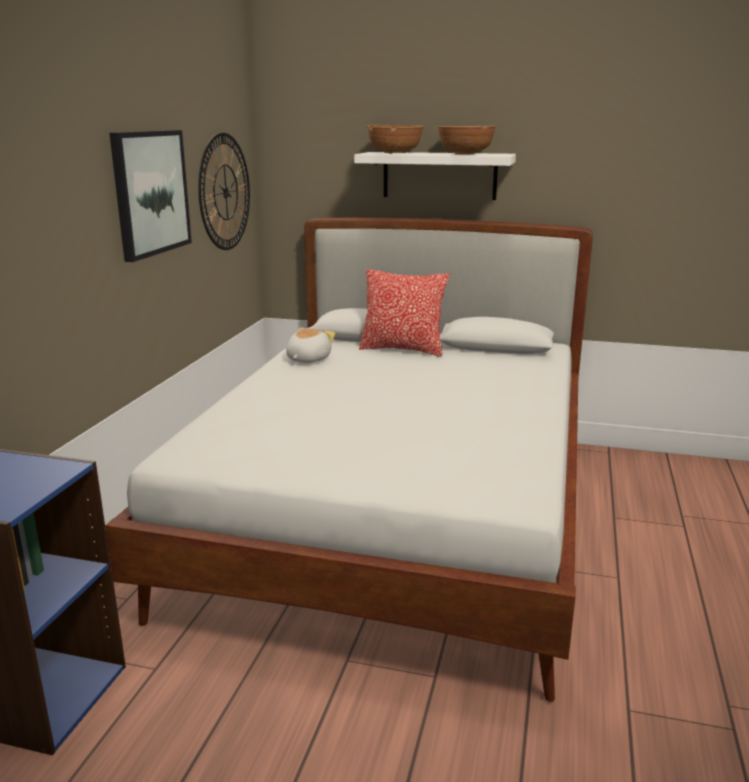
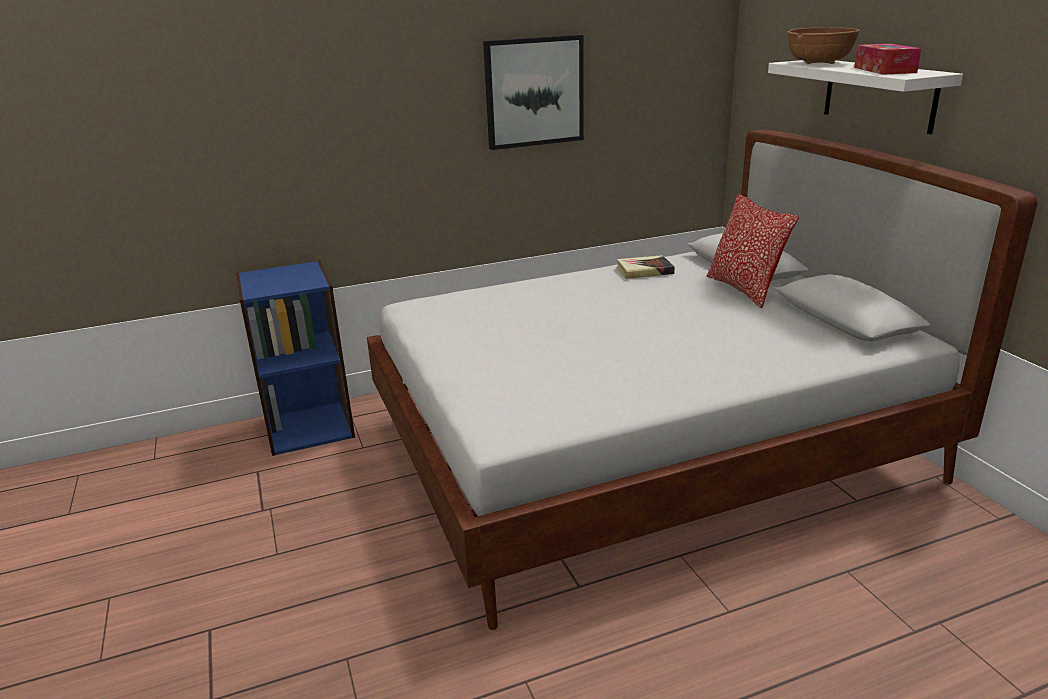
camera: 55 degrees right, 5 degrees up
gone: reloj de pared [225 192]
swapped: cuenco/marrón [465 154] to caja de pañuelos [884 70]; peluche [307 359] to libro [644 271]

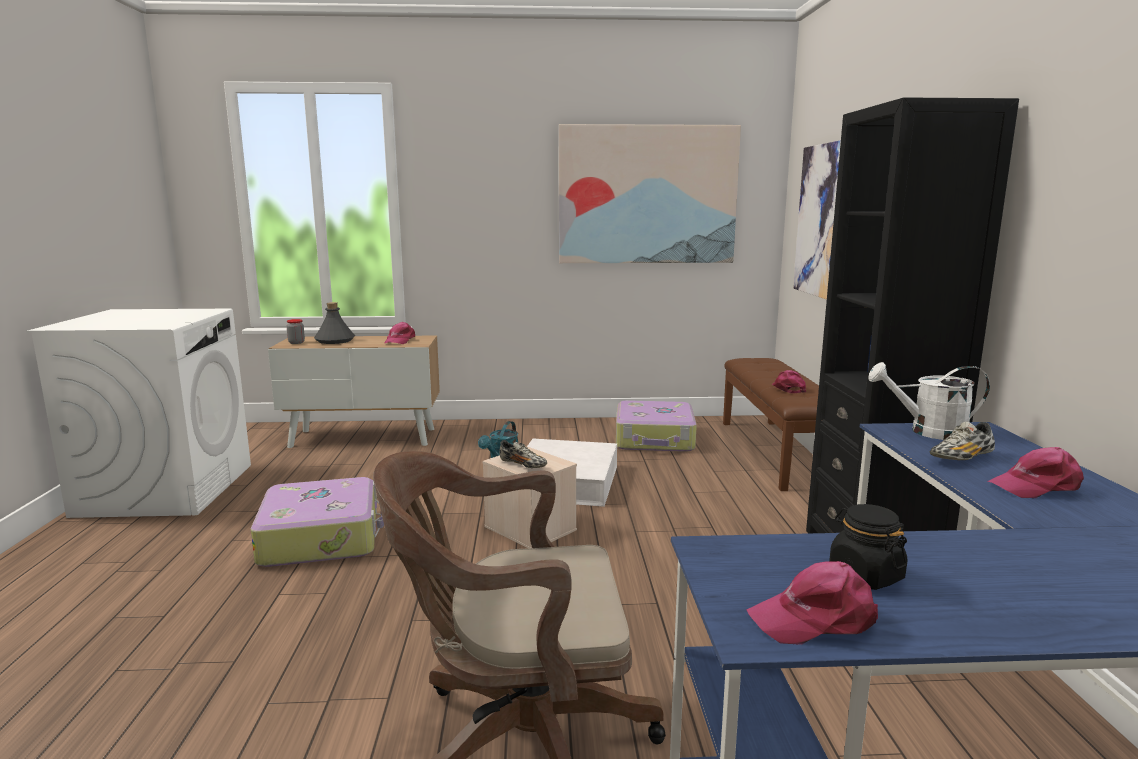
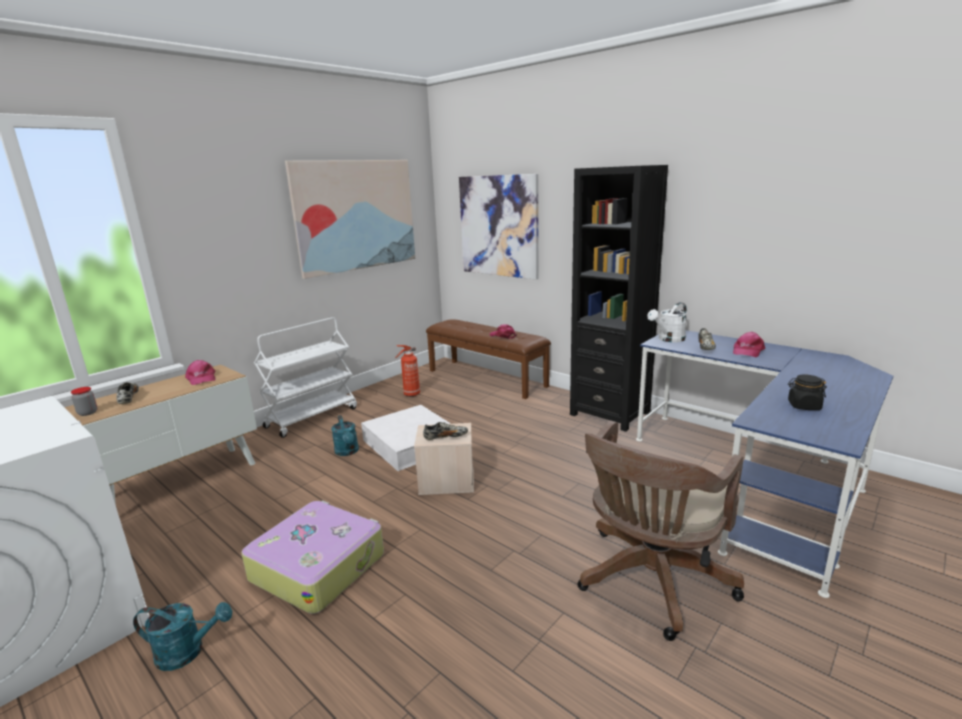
camera: 45 degrees left, 5 degrees up
gone: gorra/rosa [816 618]
new: carrito/blanco [312 417]; regadera/turquesa [188 652]
swapped: botella/gris [334 341] to zapato [129 398]; maleta [655 439] to extintor [411 395]

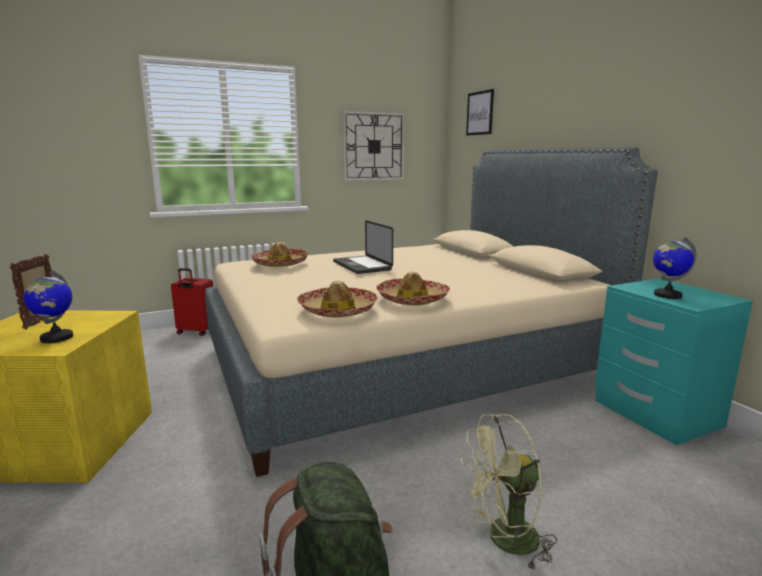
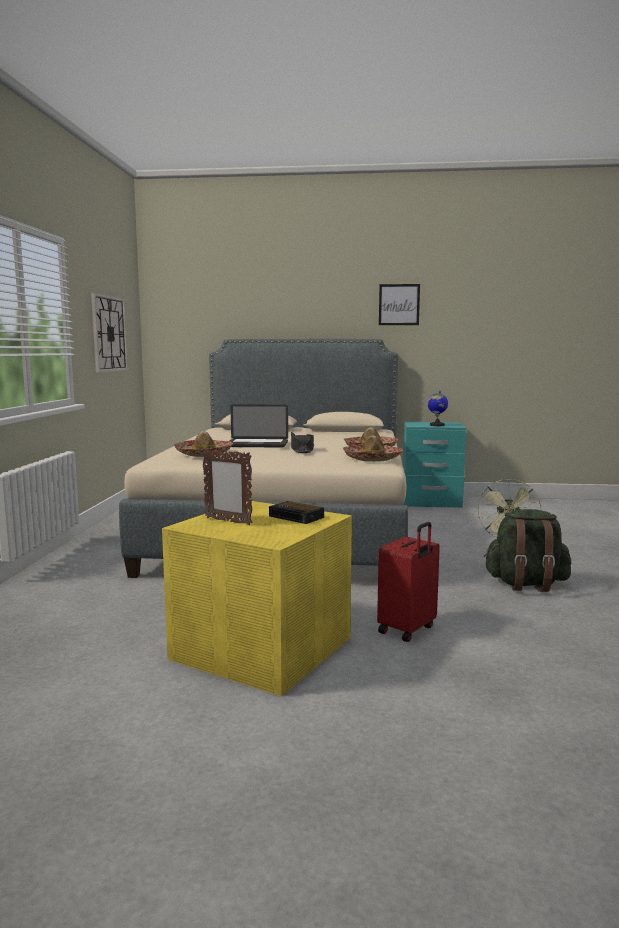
camera: 60 degrees left, 5 degrees down
new: sombrero/negro [302 450]
shifted: cuadro [480 113] to [399 304]; maleta/rojo [196 332] to [408 630]
swapped: globo terráqueo [56 338] to despertador [297 517]

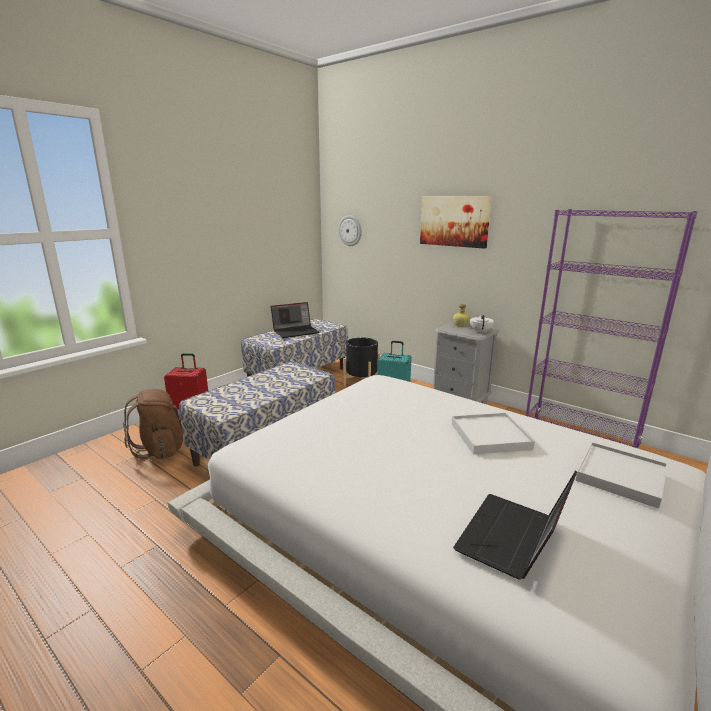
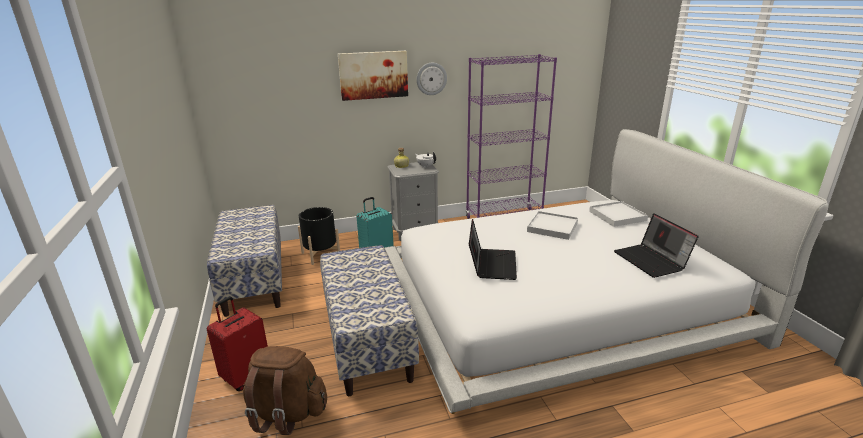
camera: 55 degrees left, 5 degrees up
shifted: reloj de pared [350 230] to [431 78]; portátil [296 331] to [491 264]

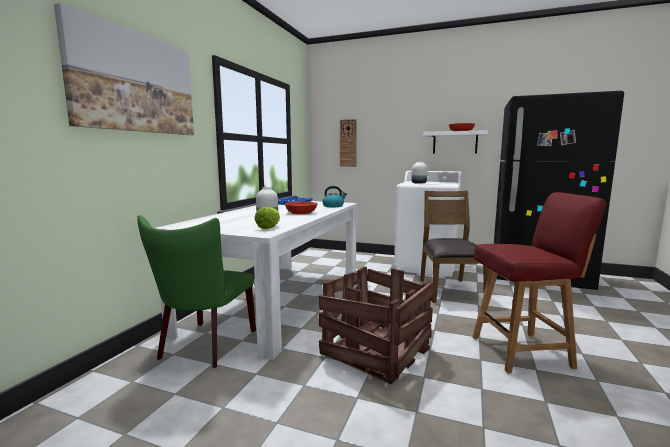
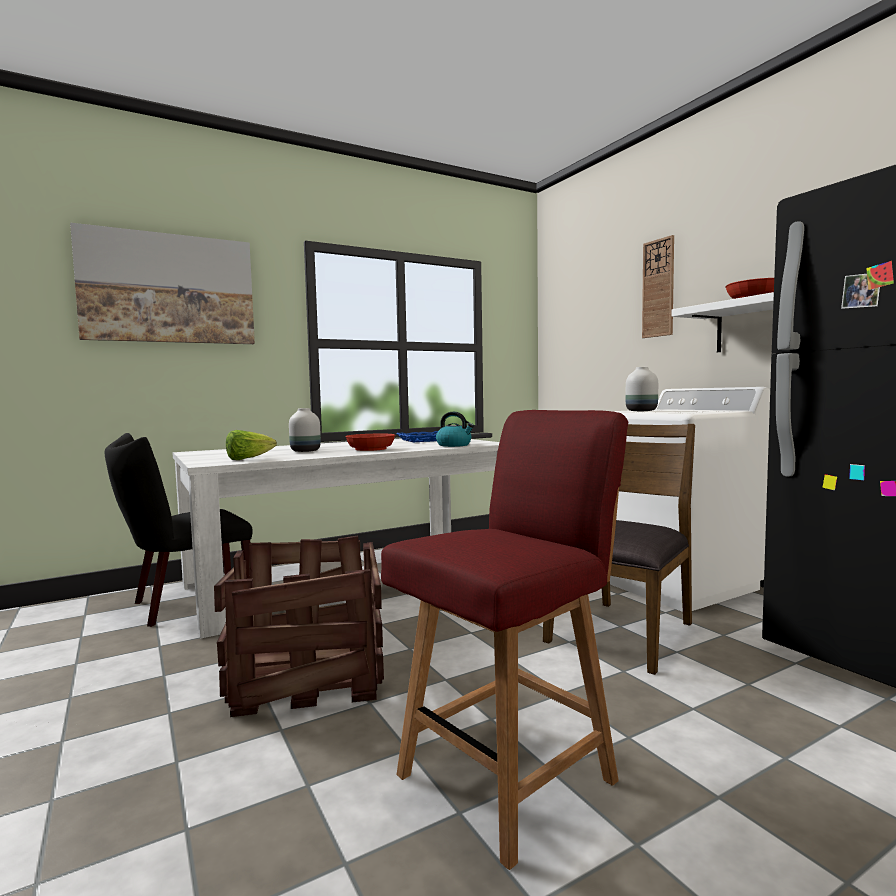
camera: 40 degrees right, 5 degrees down
shifted: reloj de pared [348 143] to [658 288]
repainted: silla/verde [205 346] to silla/negro [185 604]
rotated: silla/rojo [523 351] = [510 775] 75 degrees counterclockwise

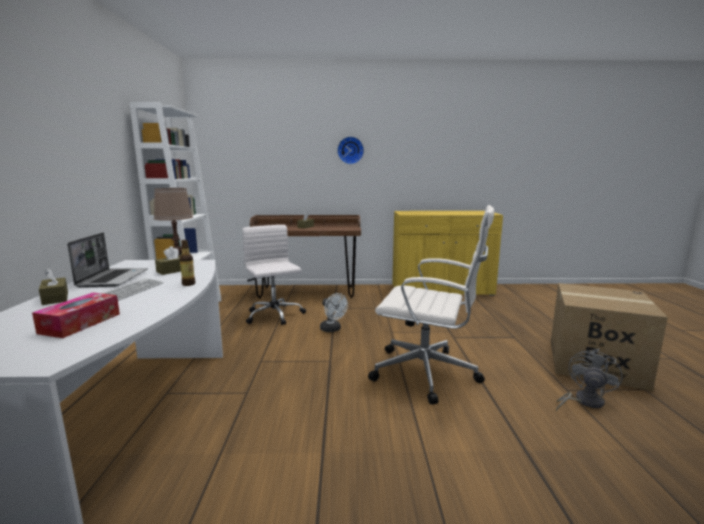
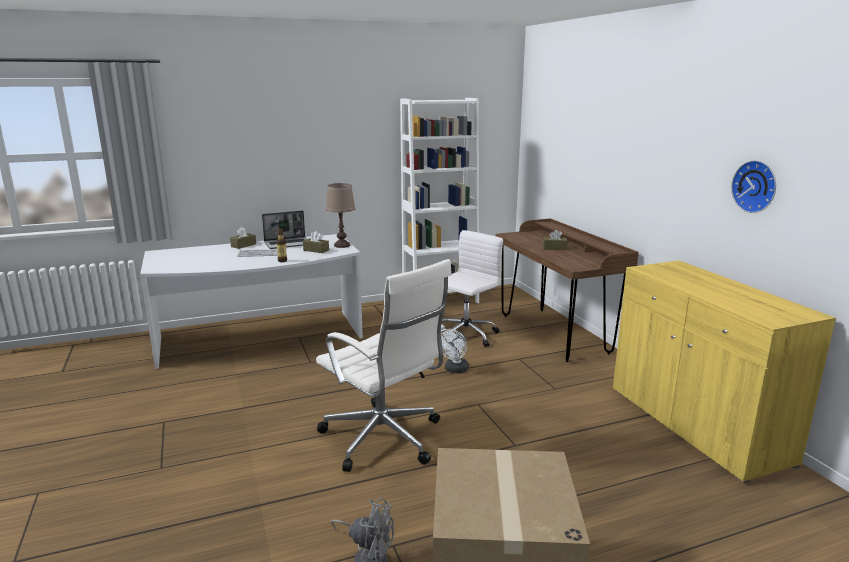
camera: 70 degrees right, 5 degrees up
gone: caja de pañuelos [80 323]
shifted: reloj de pared [350 150] to [756 186]
rotated: silla de oficina/blanco [428 373] = [384 439] 45 degrees counterclockwise

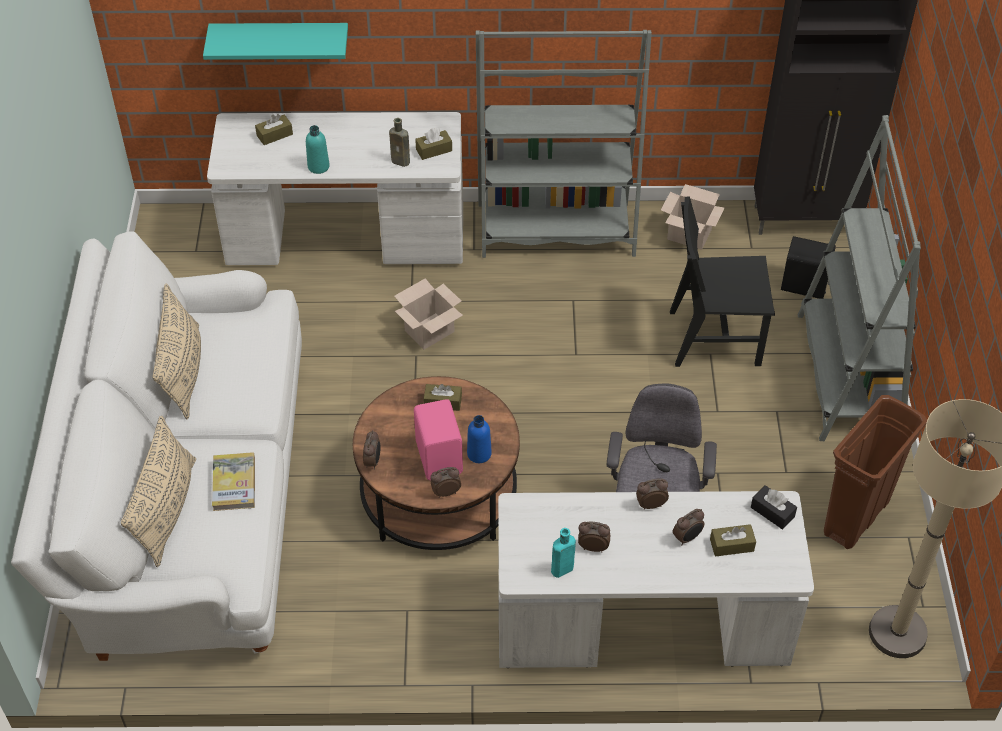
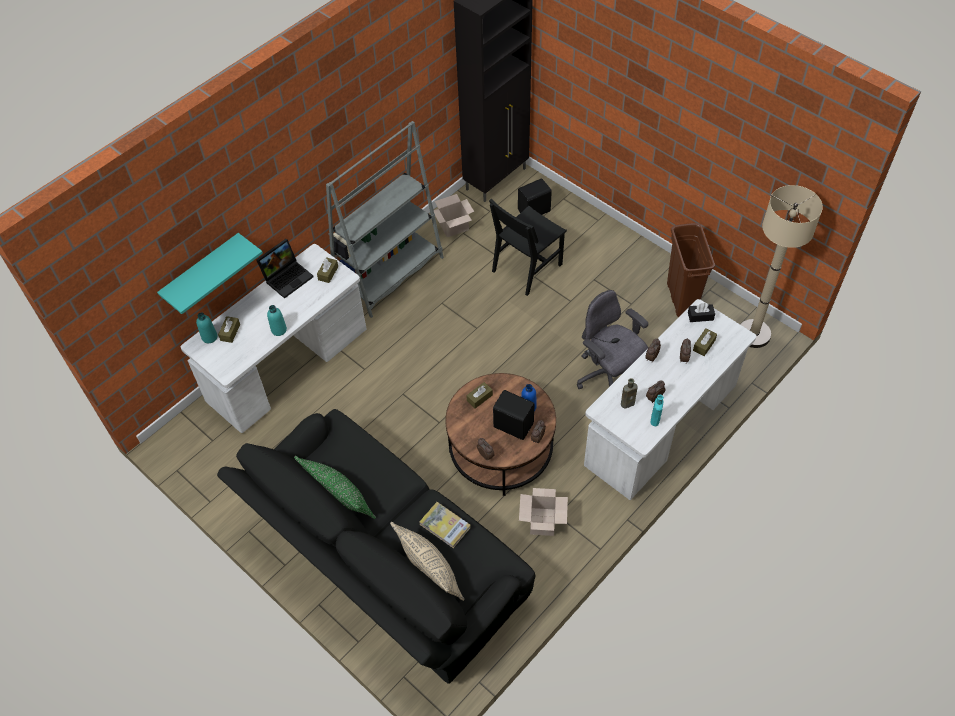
camera: 45 degrees left, 5 degrees up
gone: estantería/gris [849 375]
new: portátil [288 277]; botella/turquesa [209 337]
shifted: botella/marrón [402 161] to [628 403]; caja de cartón [429 332] to [543 522]
repainted: sofá/blanco [190 498] to sofá/negro [385 564]; cojín/beis [183 371] to cojín/verde [339 497]; altavoz/rosa [440 457] to altavoz/negro [513 424]

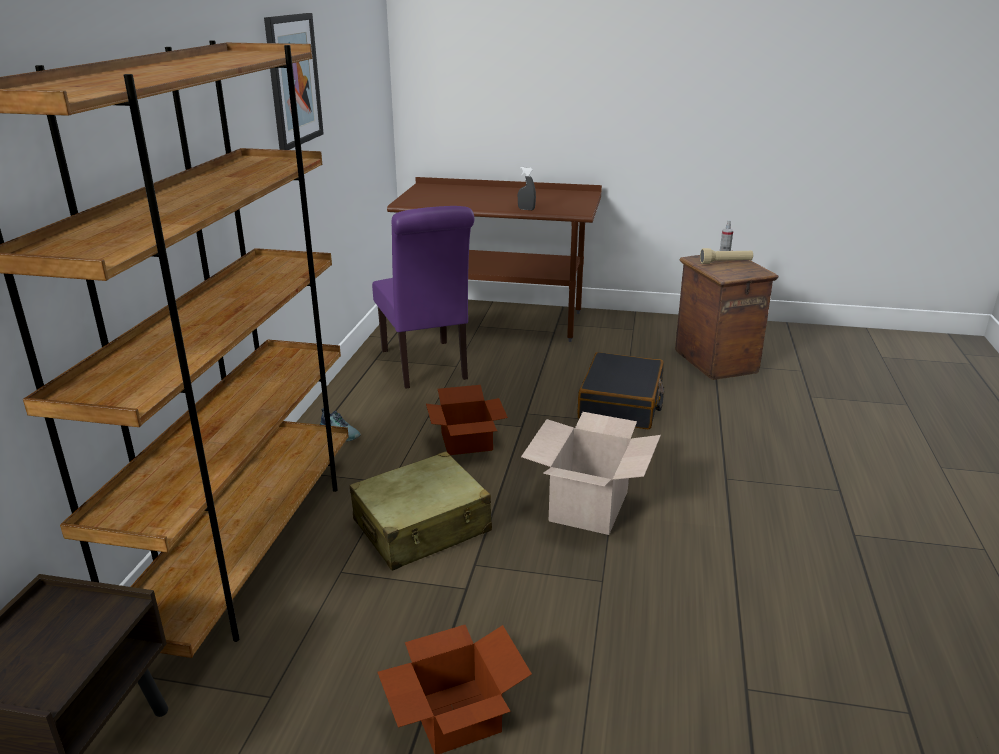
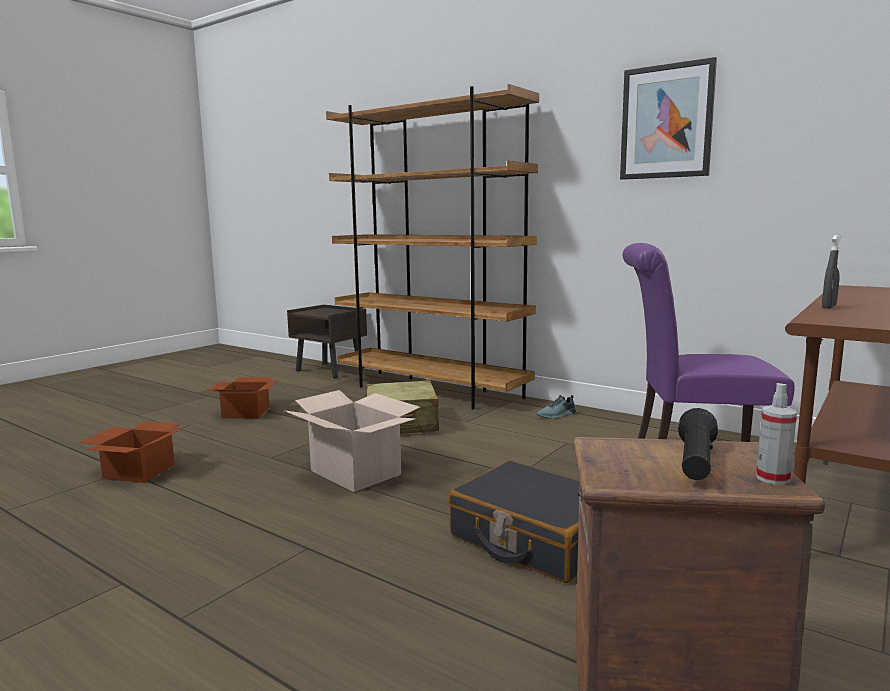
camera: 115 degrees right, 15 degrees down
shifted: caja de cartón [466 442] to [138 471]
repainted: linterna/beis [726 263] to linterna/negro [695 463]

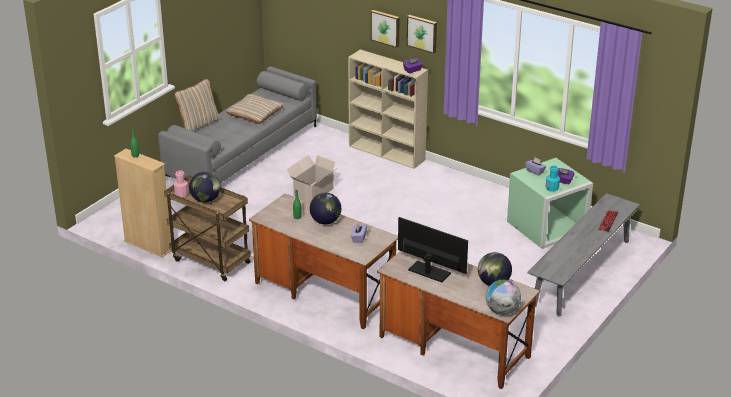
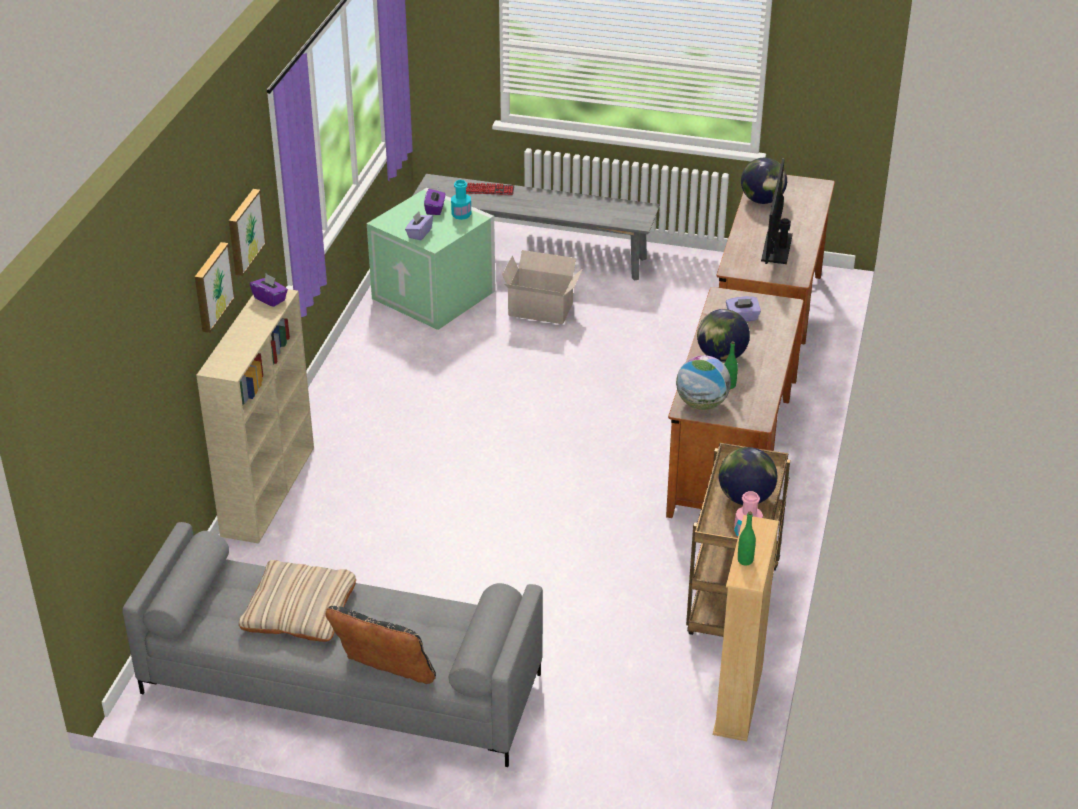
camera: 110 degrees left, 5 degrees up
shifted: caja de cartón [312 193] to [542 310]; globo terráqueo [502 311] to [701 404]
repainted: cojín/beis [198 124] to cojín/negro [384 678]

